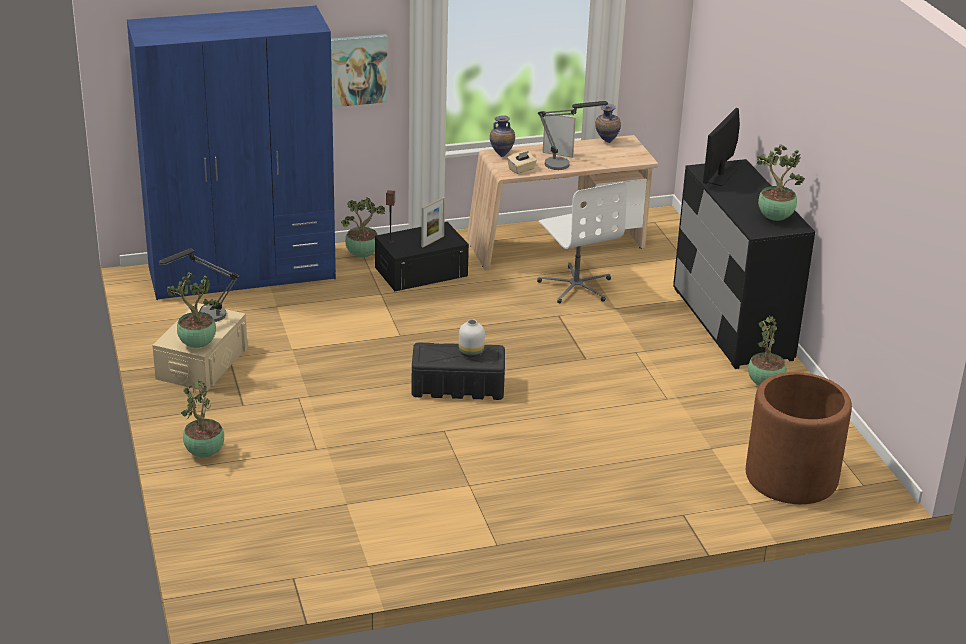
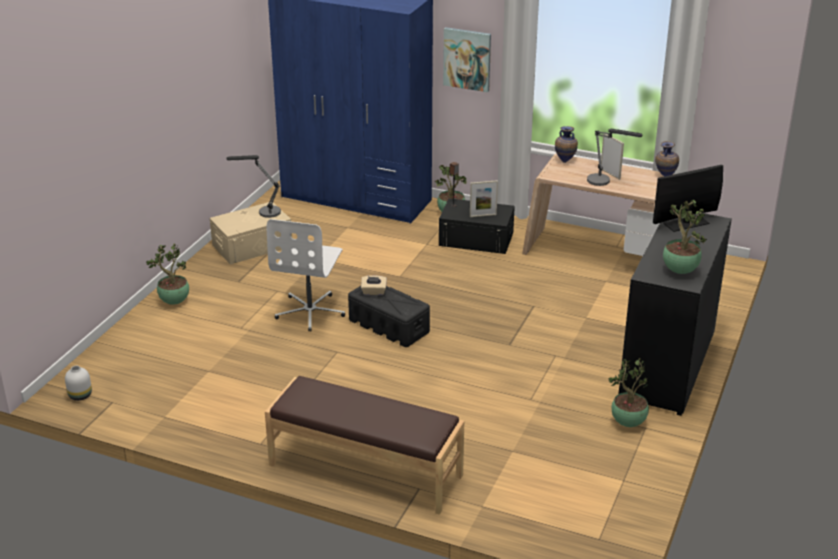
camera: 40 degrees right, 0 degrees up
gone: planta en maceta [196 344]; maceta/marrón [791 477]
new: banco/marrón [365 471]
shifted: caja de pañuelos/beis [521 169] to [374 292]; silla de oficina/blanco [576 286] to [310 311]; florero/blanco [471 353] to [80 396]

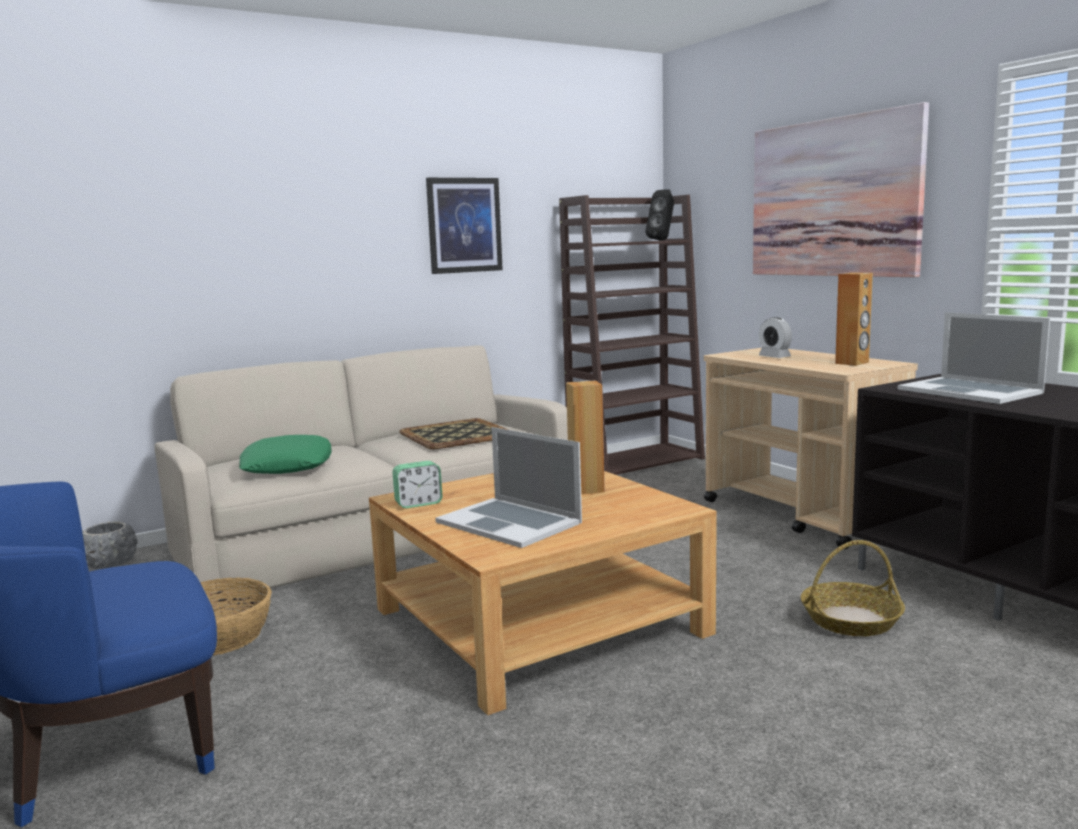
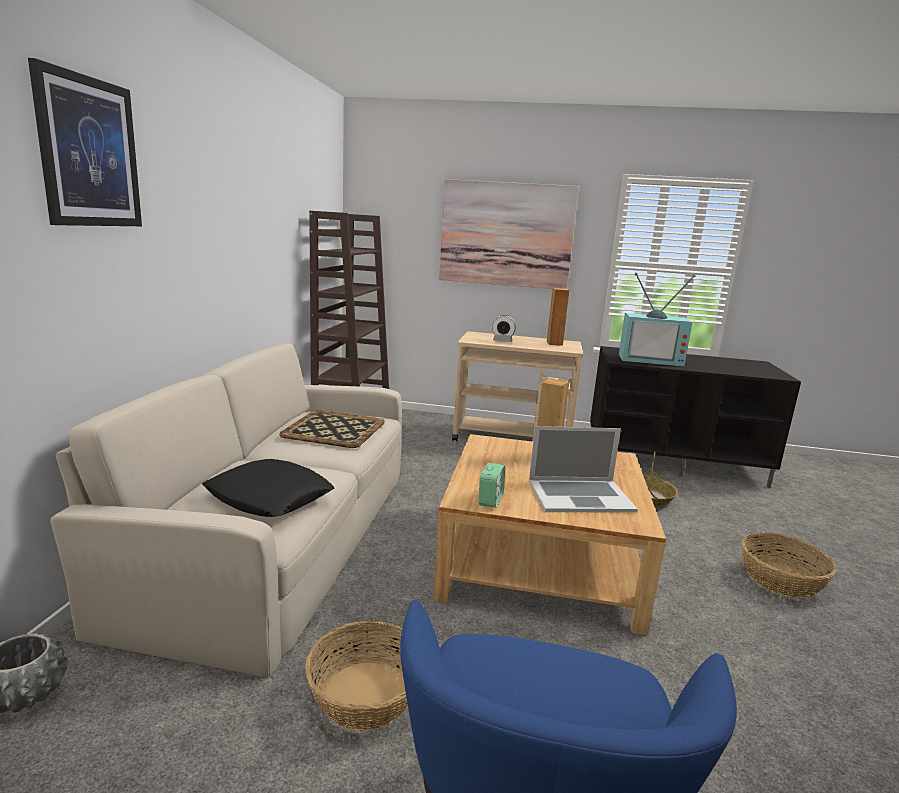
camera: 50 degrees left, 5 degrees up
gone: altavoz/negro [662 240]
new: cesta [781 580]
shifted: cuadro [464 225] to [89 153]
swapped: portátil [969 391] to televisor [650 359]
repainted: cojín/verde [287 465] to cojín/negro [269 497]

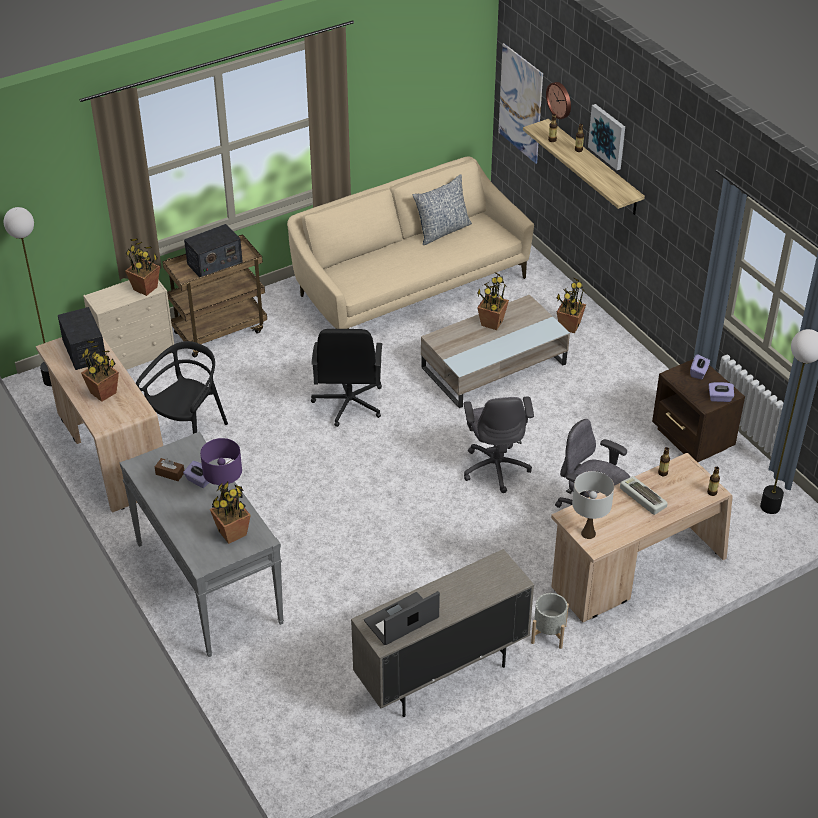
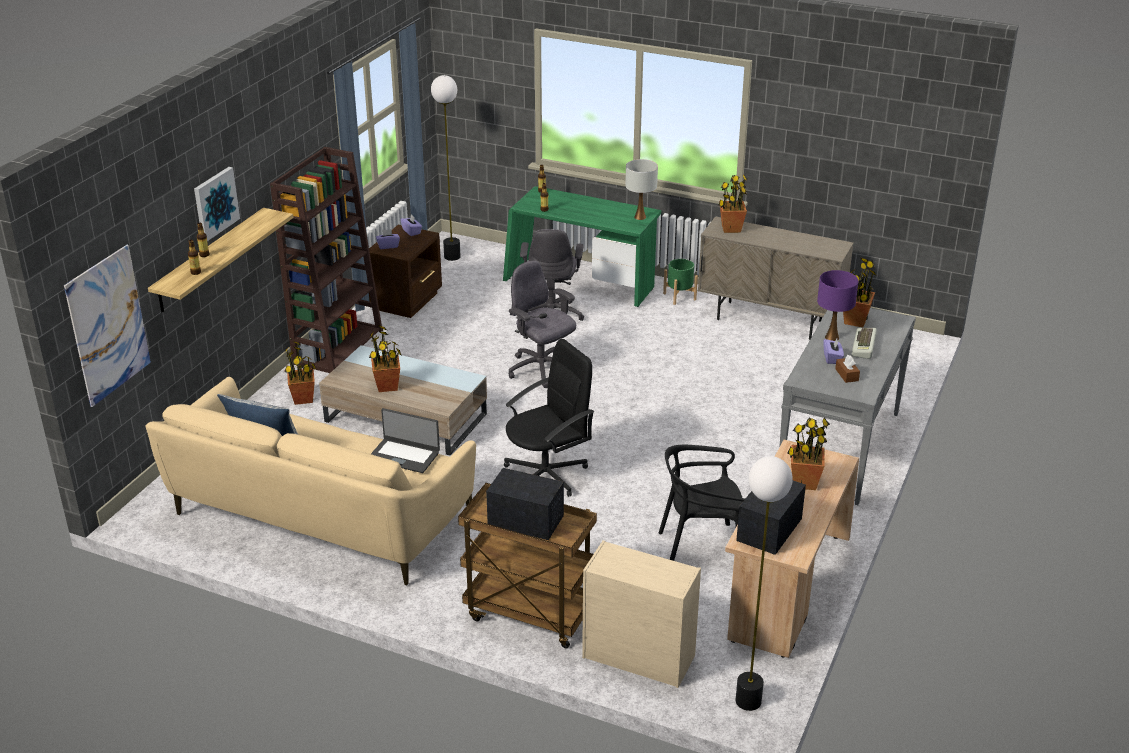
camera: 125 degrees left, 10 degrees down
gone: reloj de pared [560 100]
new: estantería/marrón [338 346]
shifted: planta en maceta [145 288] to [730 228]; teclado [641 498] to [864 346]; portátil [402 620] to [404 455]
repainted: escritorio/beis [636 572] to escritorio/verde [580 284]; maceta/gris [549 634] to maceta/verde [679 296]
rotated: silla de oficina/gris [496 467] = [541 370] 90 degrees counterclockwise

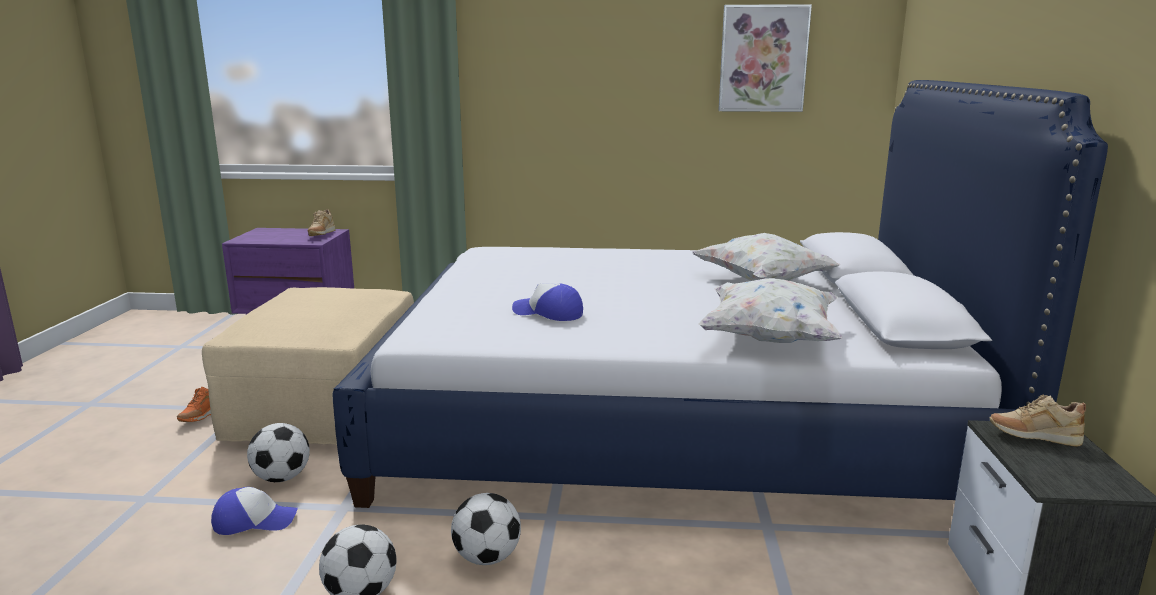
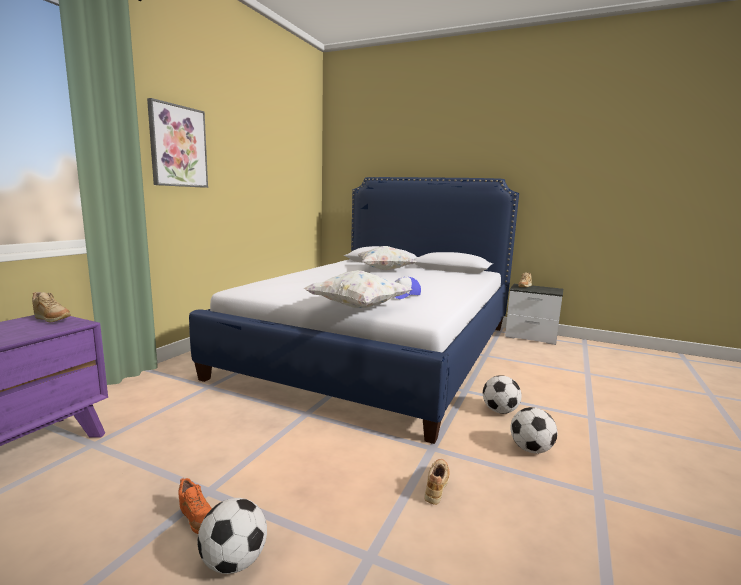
camera: 70 degrees left, 5 degrees down
gone: puf/beis [328 406]
shifted: cuadro [763 59] to [178 146]; cojín/blanco [769 338] to [357 307]; balón de fútbol [282 478] to [234 562]
swapped: gorra [254 521] to zapato/beis [437 487]

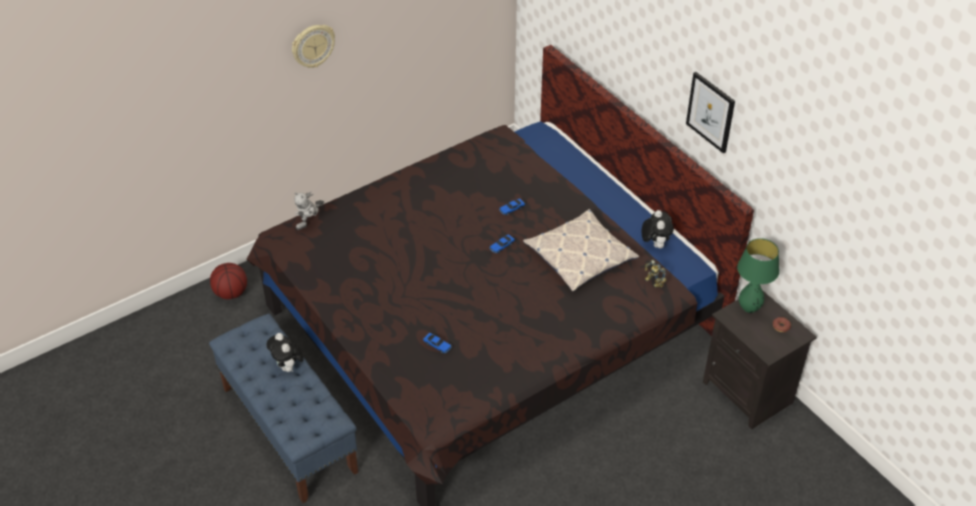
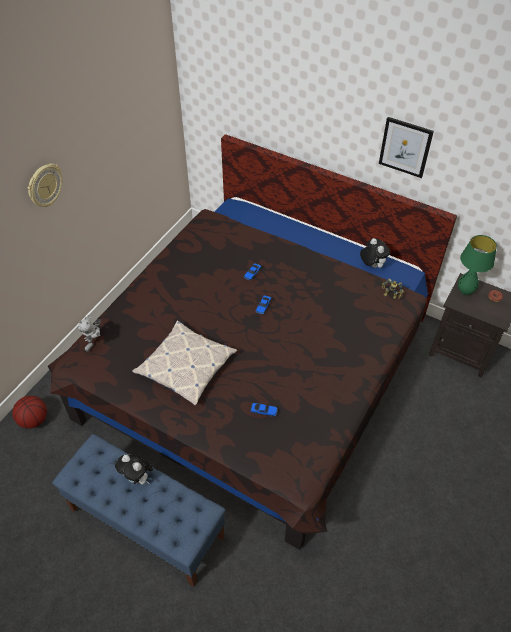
camera: 25 degrees left, 5 degrees up
shifted: cojín [580 256] to [186 366]

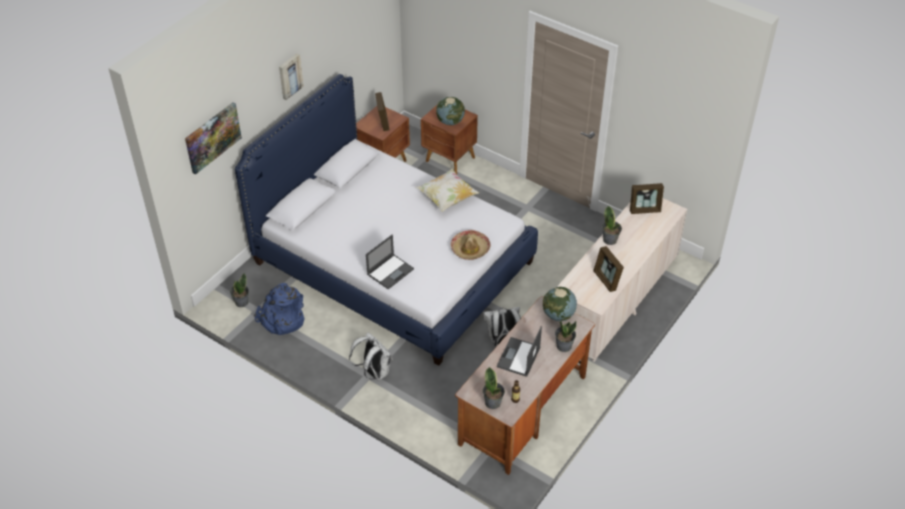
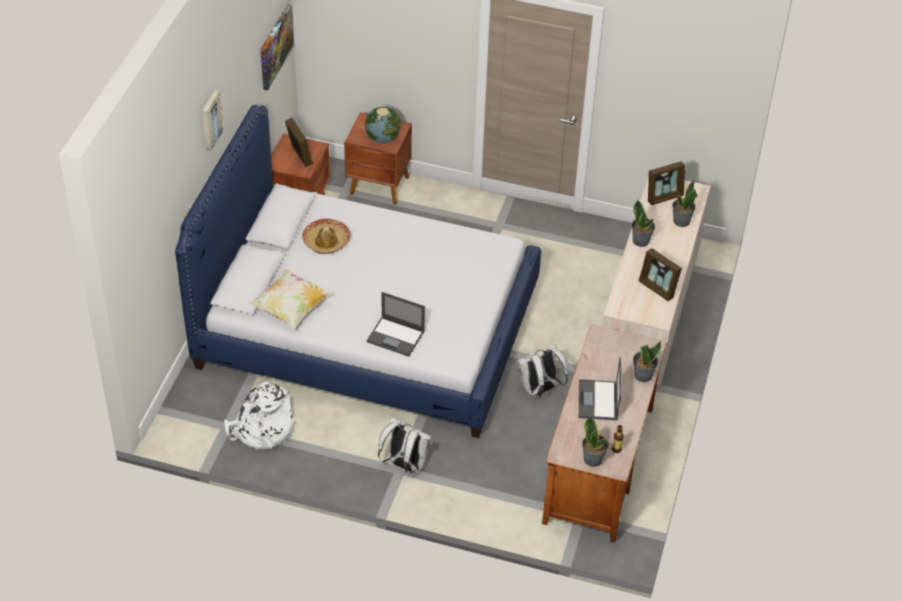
camera: 20 degrees left, 0 degrees up
gone: globo terráqueo [558 315]
shifted: cuadro [212 137] to [275 46]; cojín [447 198] to [291 308]; sombrero [470 249] to [326 241]; planta en maceta [241 302] to [681 221]
repainted: mochila/azul [281 319] to mochila/blanco [261 429]
rotated: portátil [390 271] = [396 336] 90 degrees clockwise

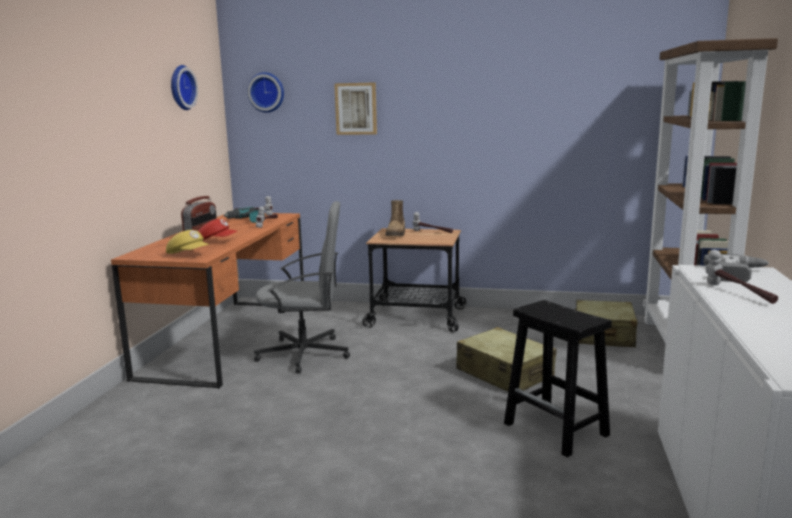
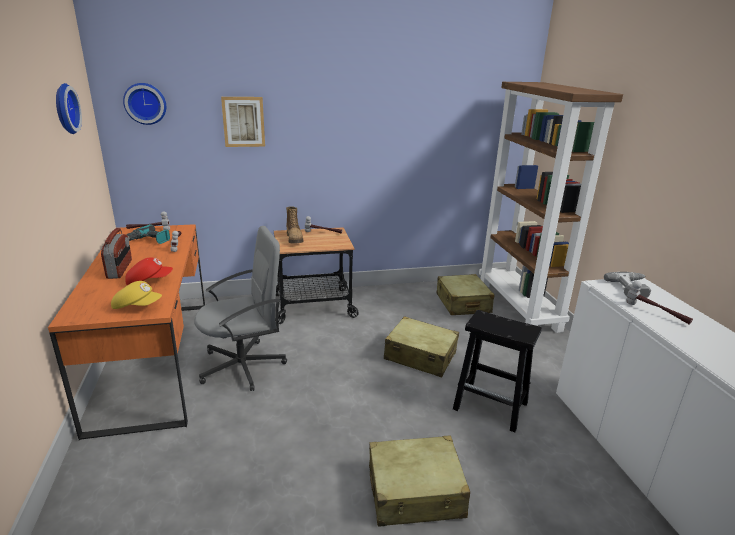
camera: 25 degrees left, 10 degrees up
new: maleta/beis [415 492]

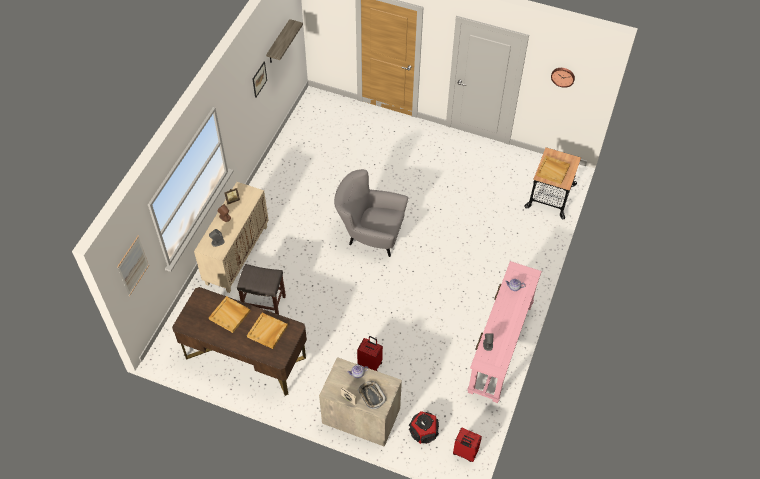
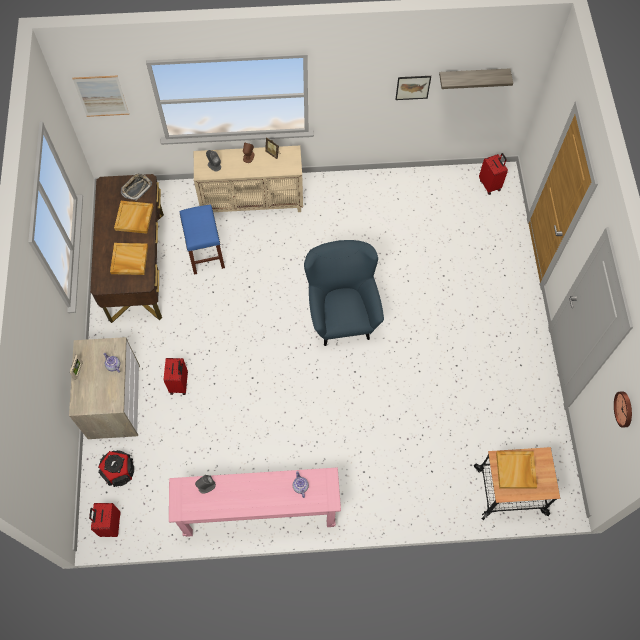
camera: 65 degrees right, 10 degrees up
new: maleta/rojo [490 184]
shifted: bandeja [371 395] to [136 188]
repainted: sillón/gris [370 236] to sillón/azul [341 314]; taburete/gris [265 304] to taburete/azul [206 254]

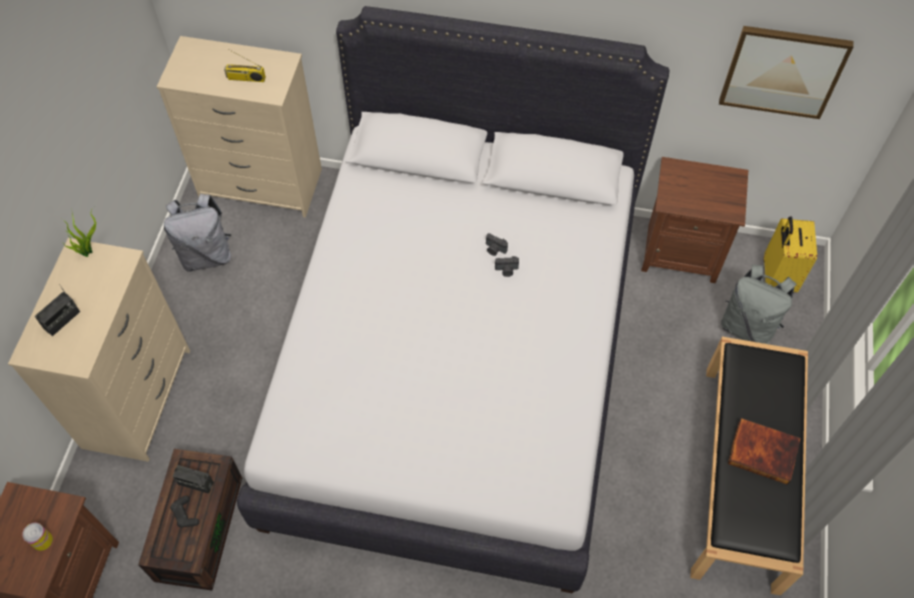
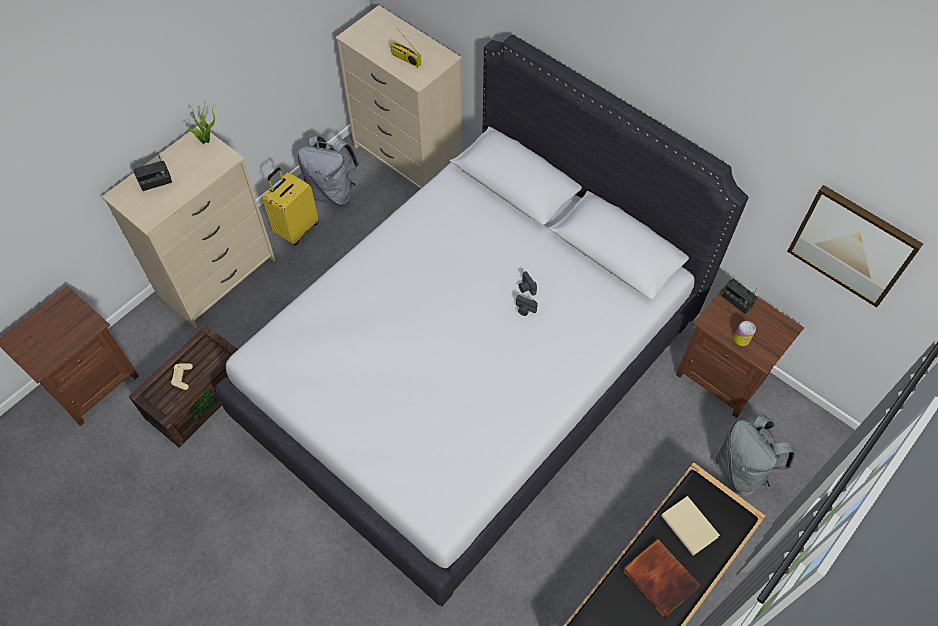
camera: 30 degrees right, 0 degrees up
new: libro/beis [689 527]
shifted: maleta/amarillo [776 276] to [296 228]; radio [196 483] to [736 302]; lata [42 540] to [741 338]
repainted: mando de consola/negro [185 514] to mando de consola/beis [182 377]

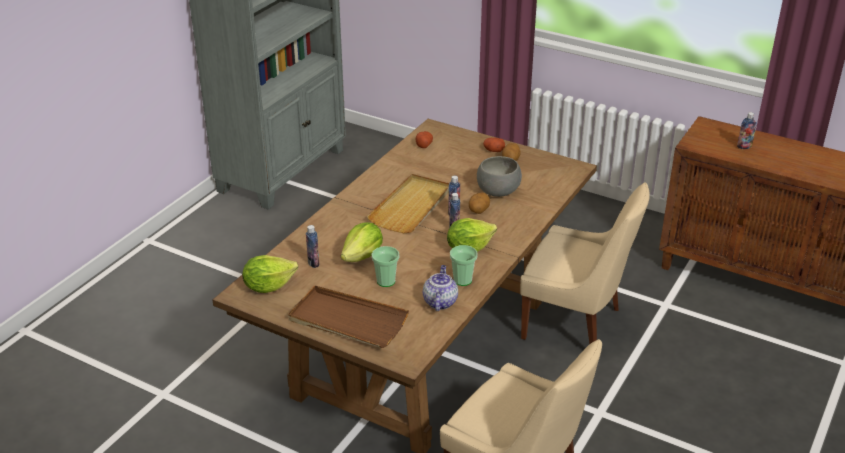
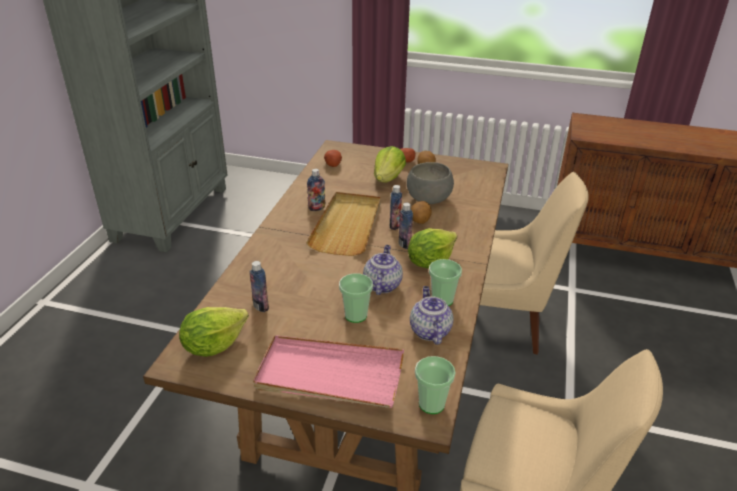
camera: 15 degrees left, 0 degrees up
new: tetera [382 285]; taza [431 404]
shifted: botella [744 147] to [316 208]; lechuga [363 256] to [388 178]
repainted: bandeja/marrón [347 320] to bandeja/rosa [329 375]

